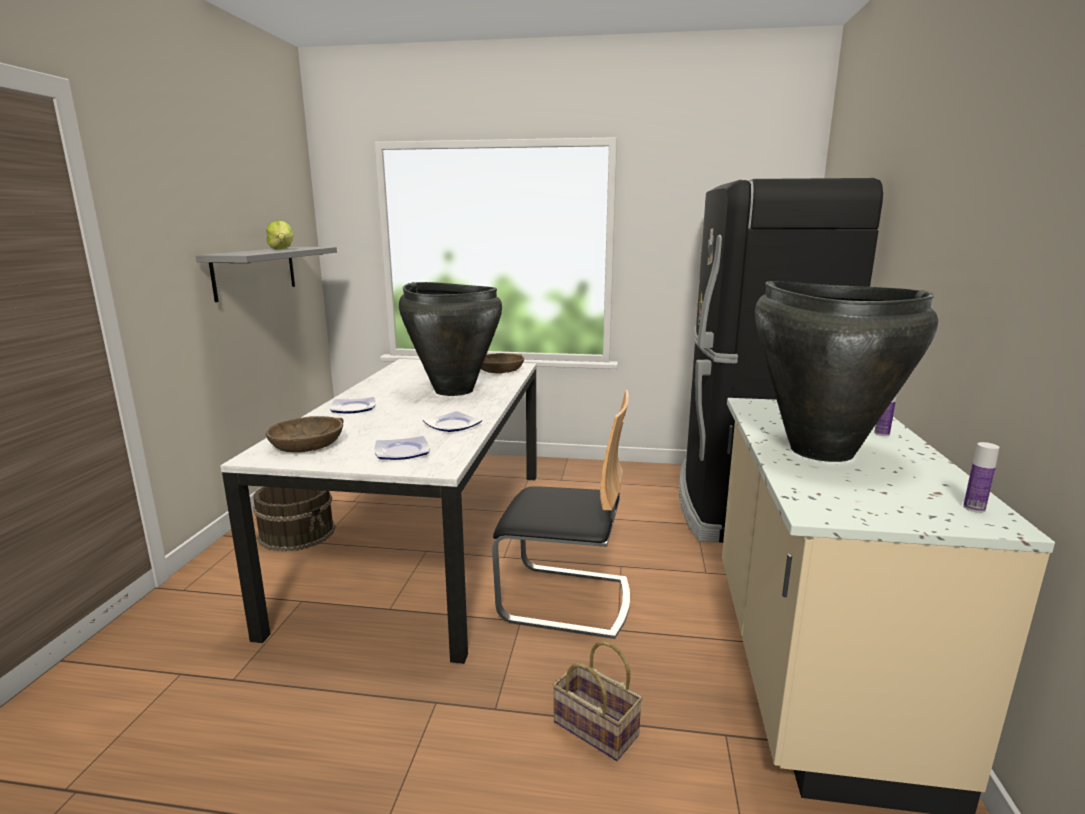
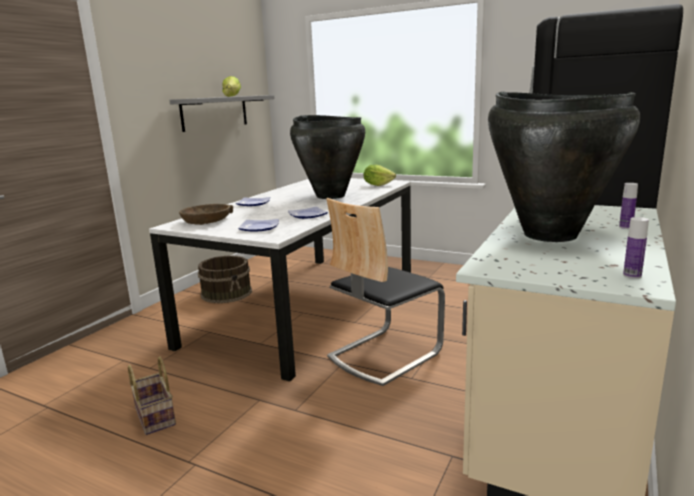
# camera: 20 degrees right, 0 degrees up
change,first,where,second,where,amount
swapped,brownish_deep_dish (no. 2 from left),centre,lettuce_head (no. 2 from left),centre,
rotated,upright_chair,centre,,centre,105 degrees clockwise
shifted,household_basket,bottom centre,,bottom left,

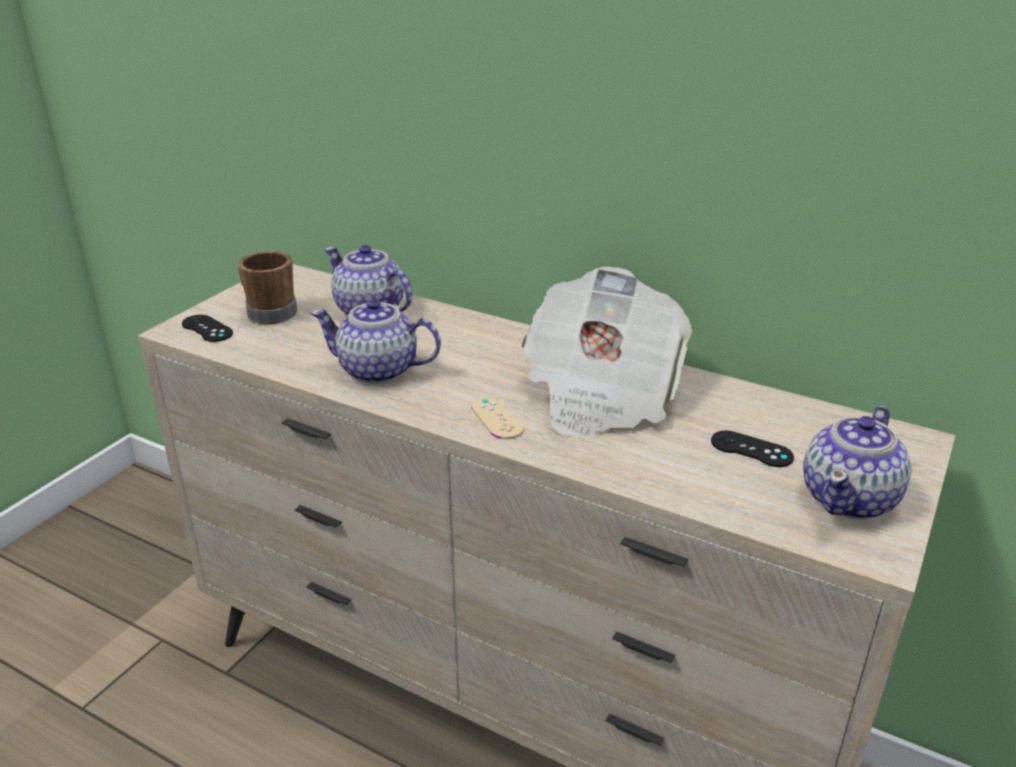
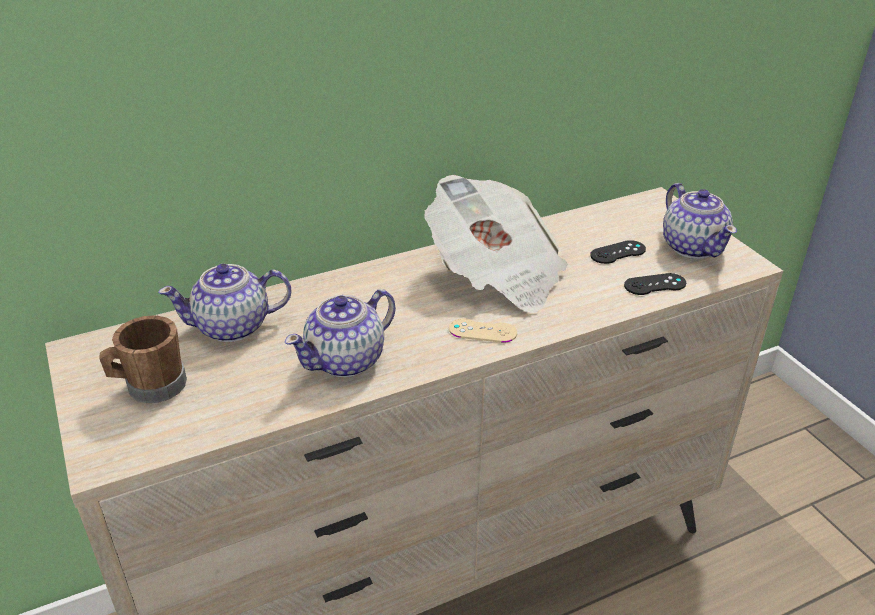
# camera: 55 degrees left, 5 degrees up
change,first,where,second,where,amount
shifted,blackish_gamepad (no. 1 from left in the first image),middle left,blackish_gamepad (no. 2 from left),middle right,

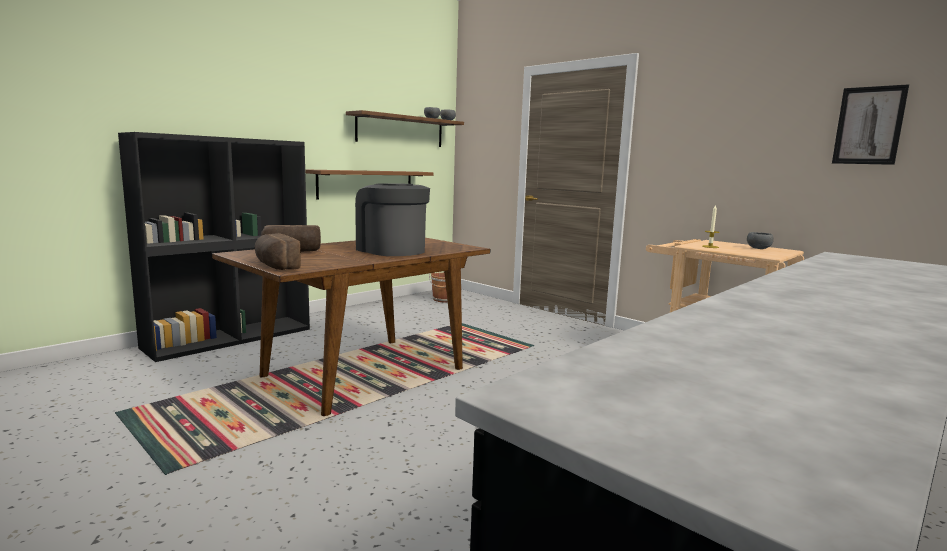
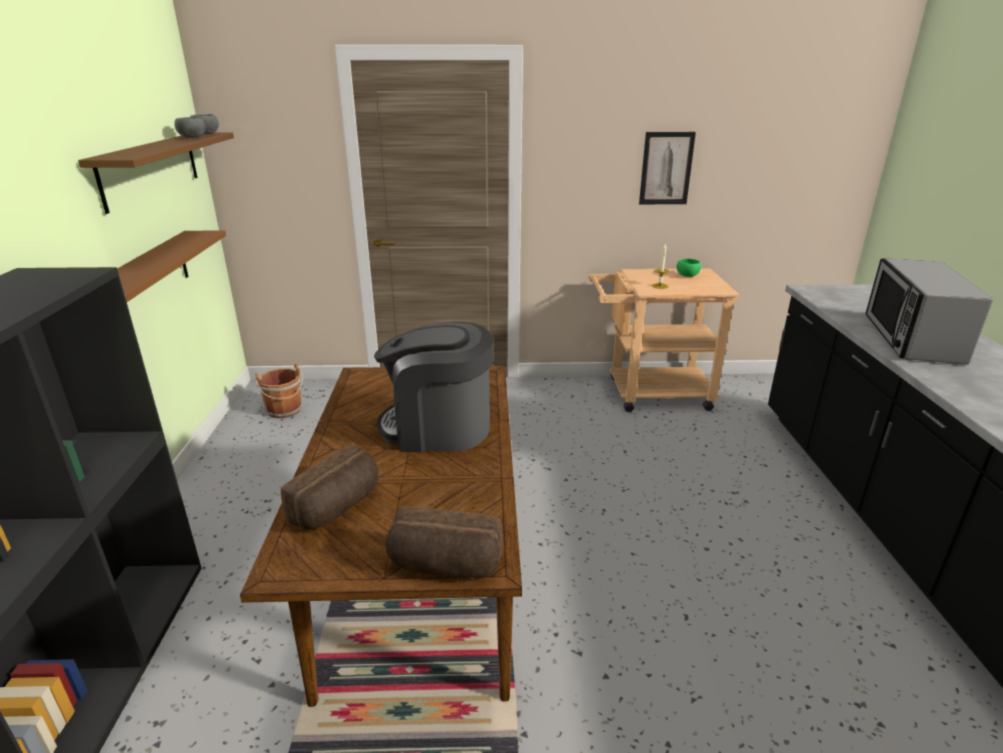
# camera: 45 degrees left, 15 degrees up
change,first,where,second,where,amount
repainted,greyish_deep_dish (no. 3 from left),middle right,green_deep_dish,middle right,
shifted,picture,top right,,top centre,
new,,,kitchen_microwave,middle right,

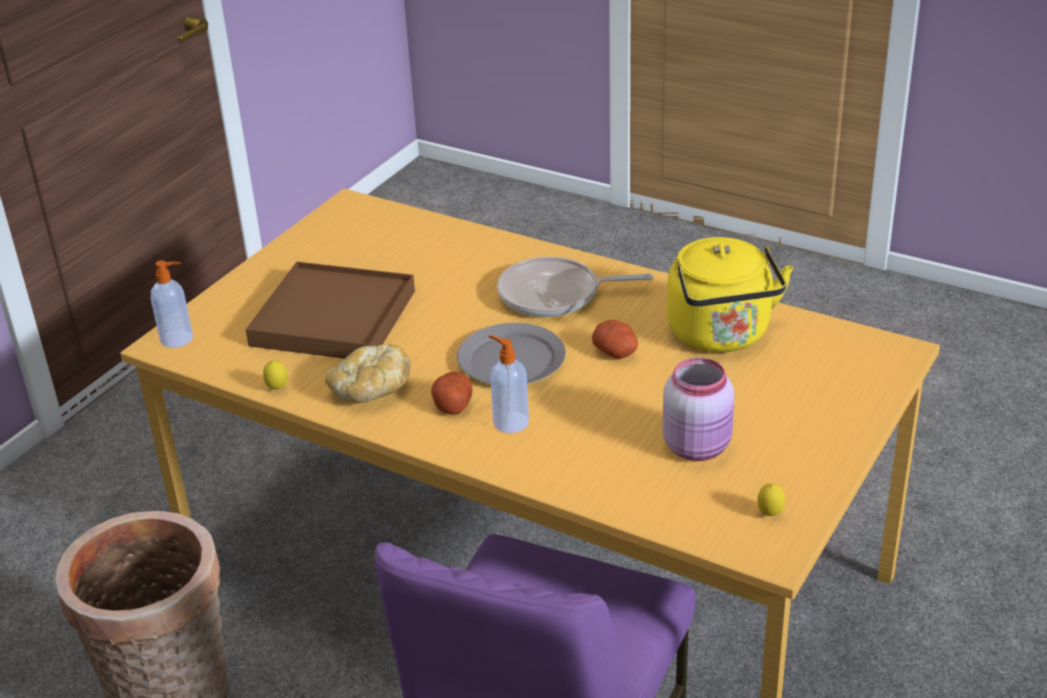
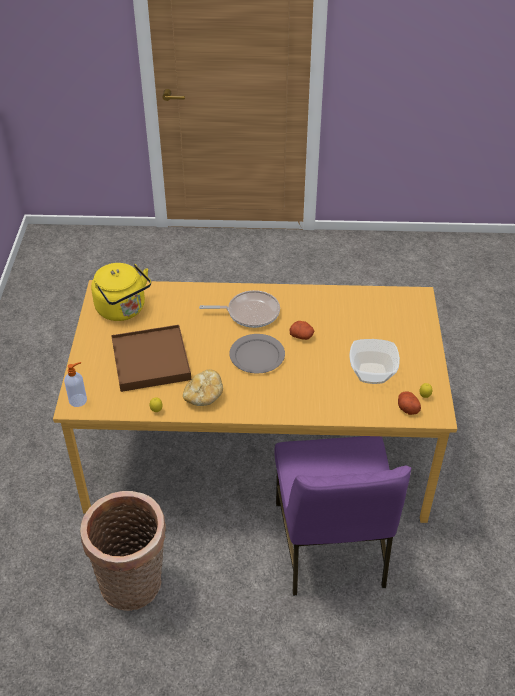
# camera: 30 degrees left, 10 degrees up
change,first,where,second,where,amount
shifted,potato (no. 1 from left in the first image),centre,potato (no. 2 from left),middle right,
gone,soap_dispenser (no. 2 from left),centre,,,
rotated,pan,centre,,centre,150 degrees counterclockwise
swapped,pink-coloured_preserve_jar,middle right,deep_dish,middle right,
shifted,yellow_water_kettle,middle right,,middle left,

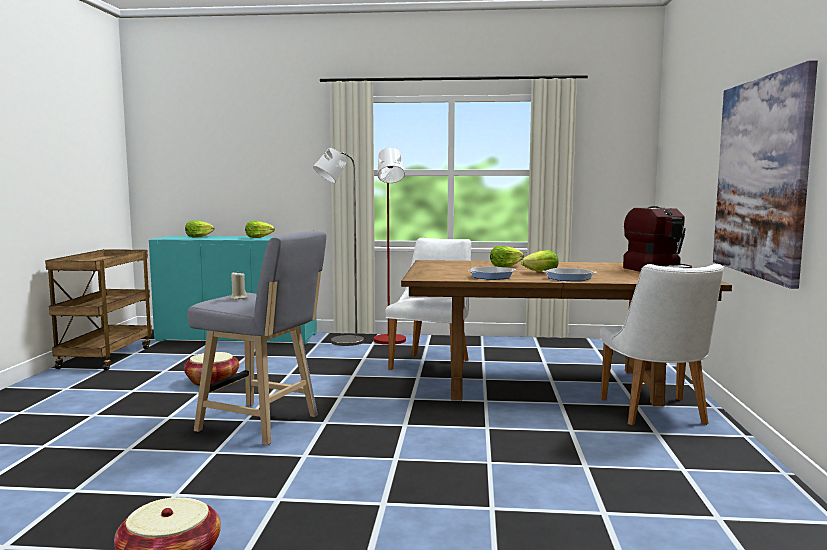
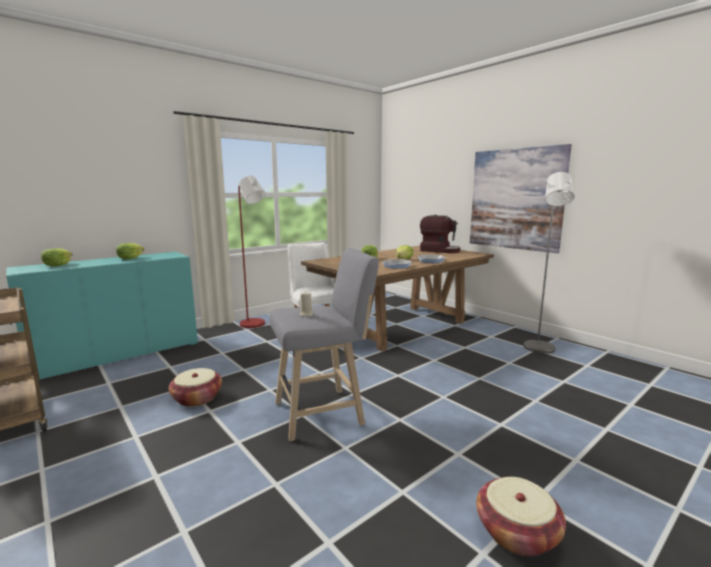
# camera: 45 degrees left, 5 degrees up
change,first,where,second,where,amount
shifted,greyish_floor_lamp,centre,,middle right,
gone,whitish_upright_chair (no. 2 from left),middle right,,,

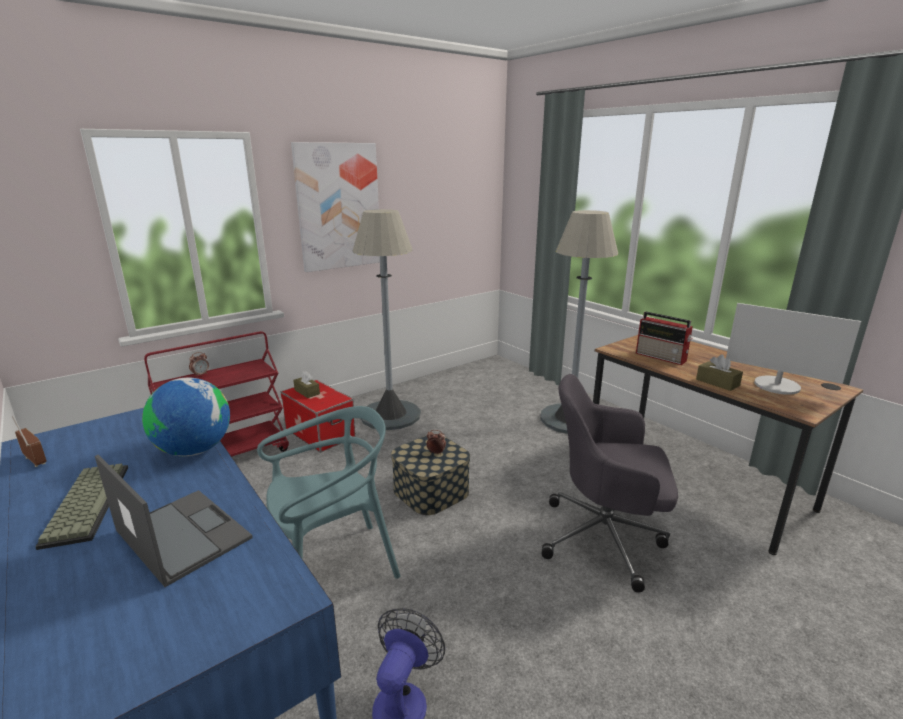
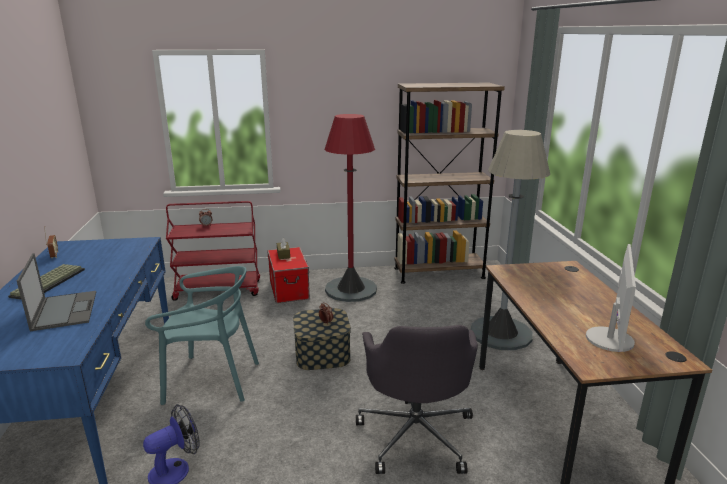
# camera: 30 degrees right, 0 degrees up
change,first,where,second,where,amount
gone,world_globe,middle left,,,
gone,picture,top centre,,,
repainted,greyish_floor_lamp (no. 1 from left),centre,red-coloured_floor_lamp,centre,
rotated,greyish_desk_chair,bottom right,,bottom centre,135 degrees counterclockwise
gone,radio_set (no. 2 from left),middle right,,,
gone,brownish_tissue_holder (no. 2 from left),middle right,,,
rotated,computer_screen,middle right,,middle right,135 degrees counterclockwise
new,,,brownish_bookcase,centre,

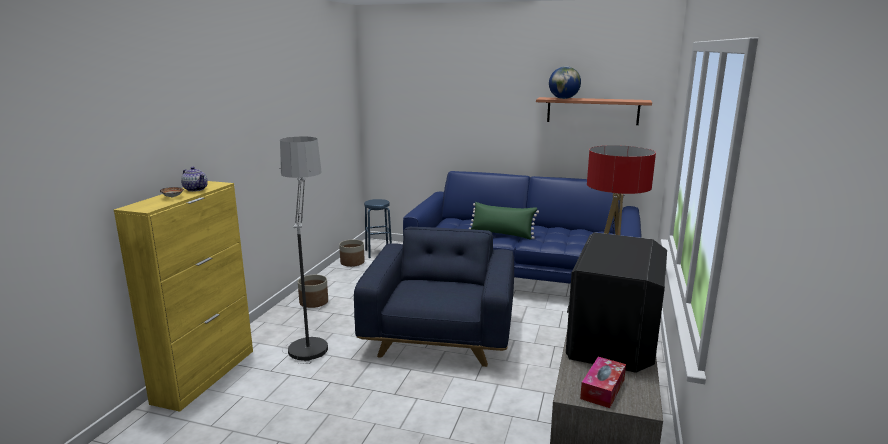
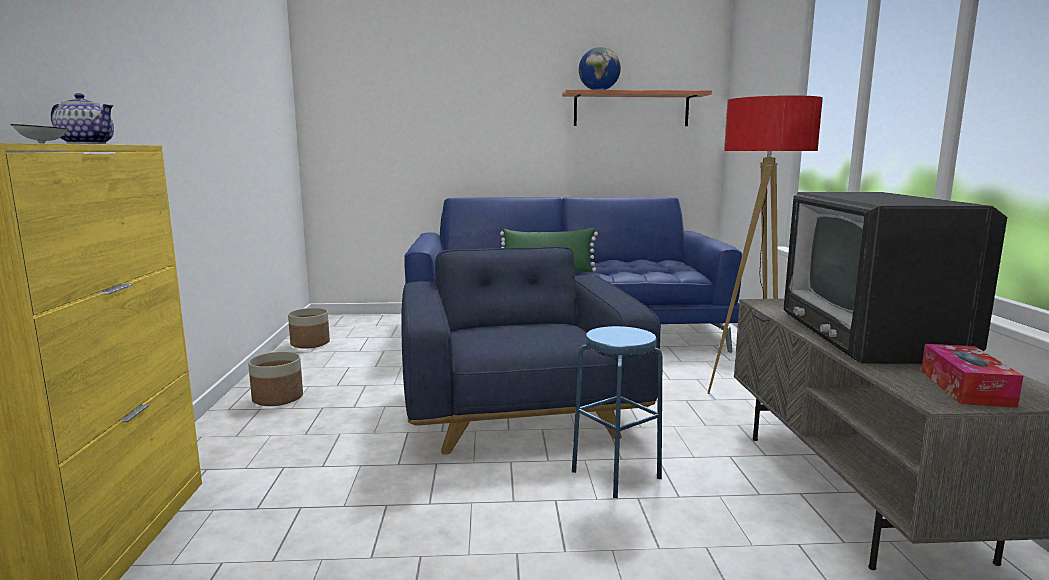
# camera: 20 degrees left, 5 degrees down
change,first,where,second,where,amount
gone,floor_lamp (no. 1 from left),centre,,,
shifted,bluish_sitting_stool,centre,,bottom centre,

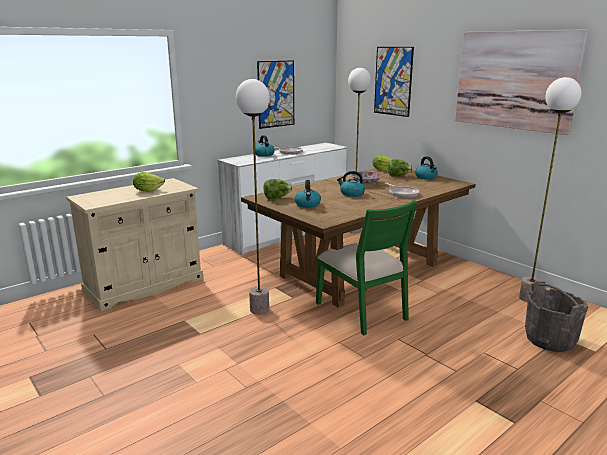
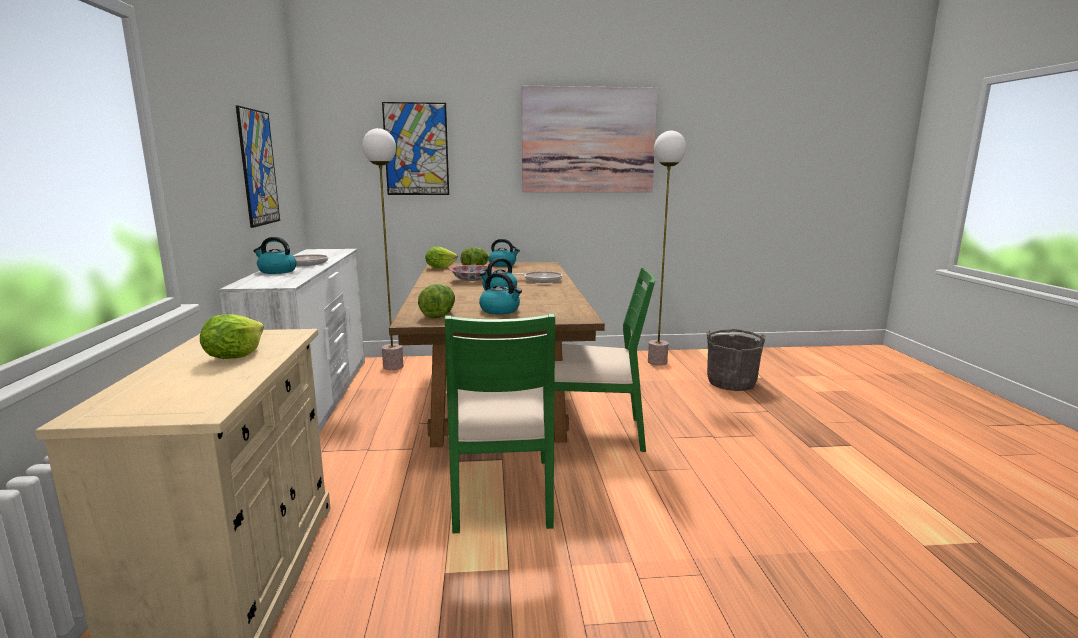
# camera: 55 degrees left, 5 degrees down
change,first,where,second,where,amount
swapped,floor_lamp (no. 1 from left),centre,green_upright_chair (no. 1 from left),centre,

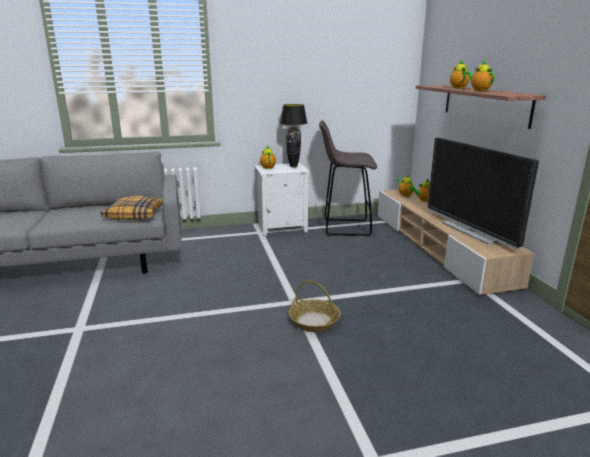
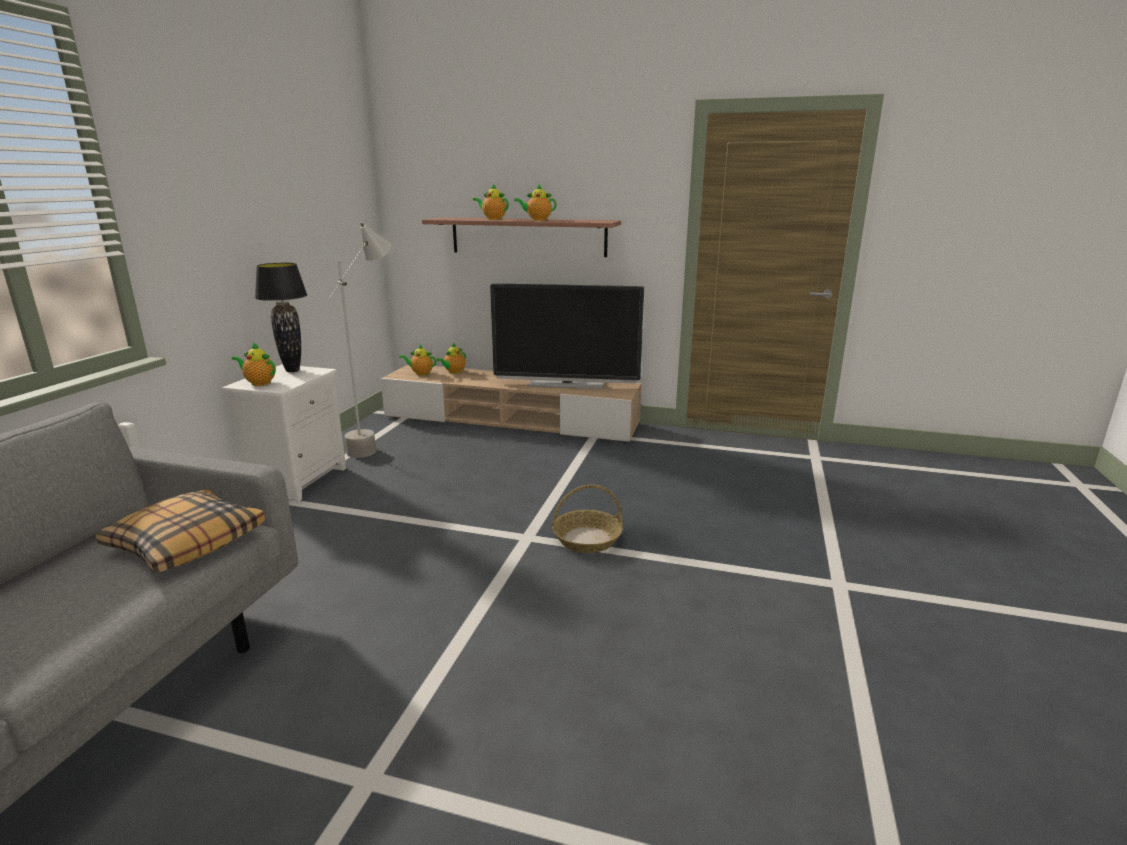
# camera: 60 degrees left, 0 degrees up
change,first,where,second,where,amount
swapped,greyish_sitting_stool,centre,greyish_floor_lamp,middle left,

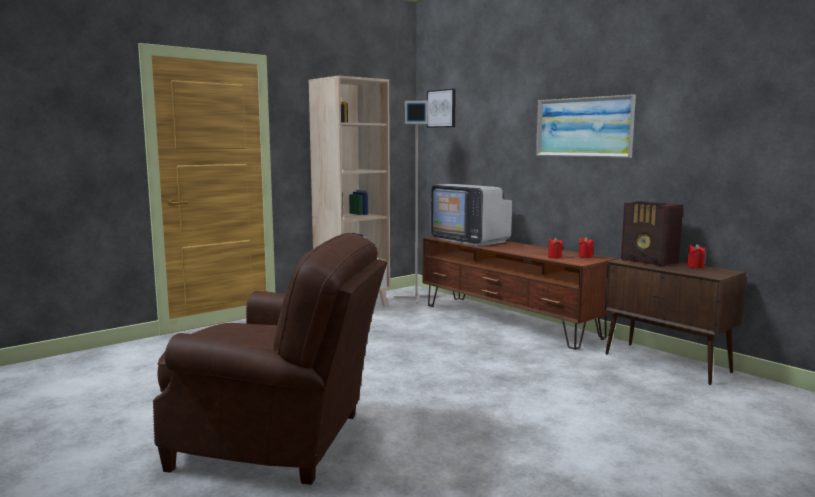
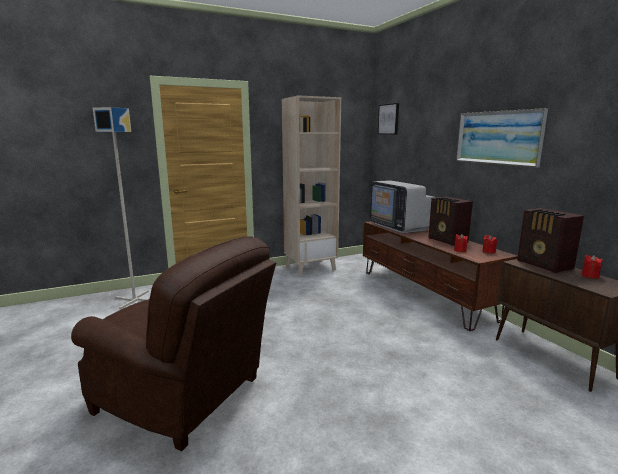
# camera: 15 degrees right, 5 degrees up
change,first,where,second,where,amount
shifted,greyish_floor_lamp,centre,,middle left,
new,,,radio_set (no. 1 from left),middle right,

